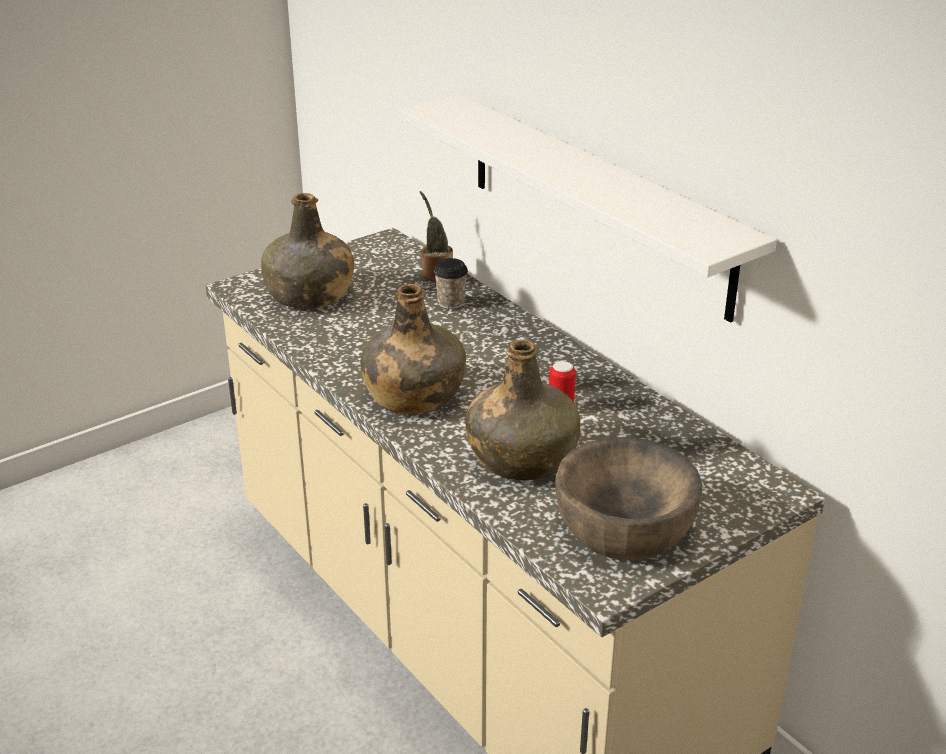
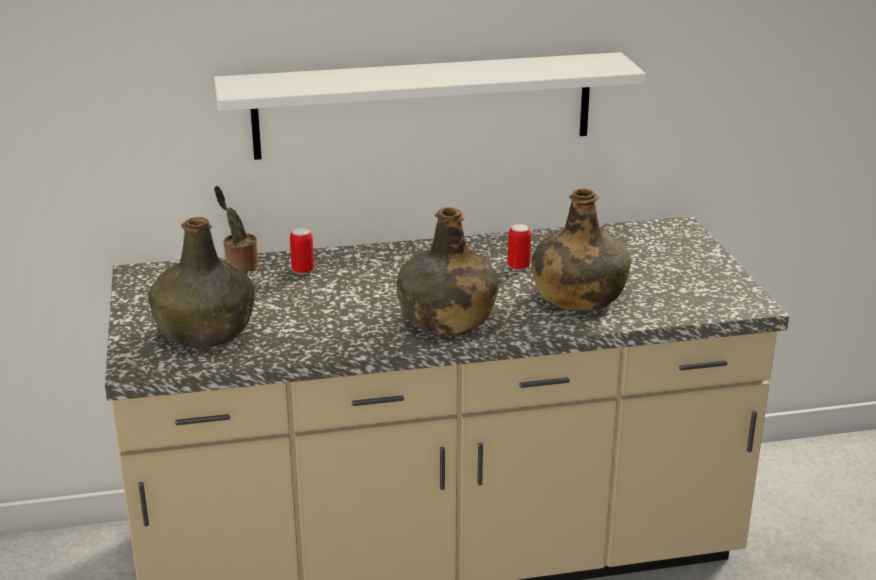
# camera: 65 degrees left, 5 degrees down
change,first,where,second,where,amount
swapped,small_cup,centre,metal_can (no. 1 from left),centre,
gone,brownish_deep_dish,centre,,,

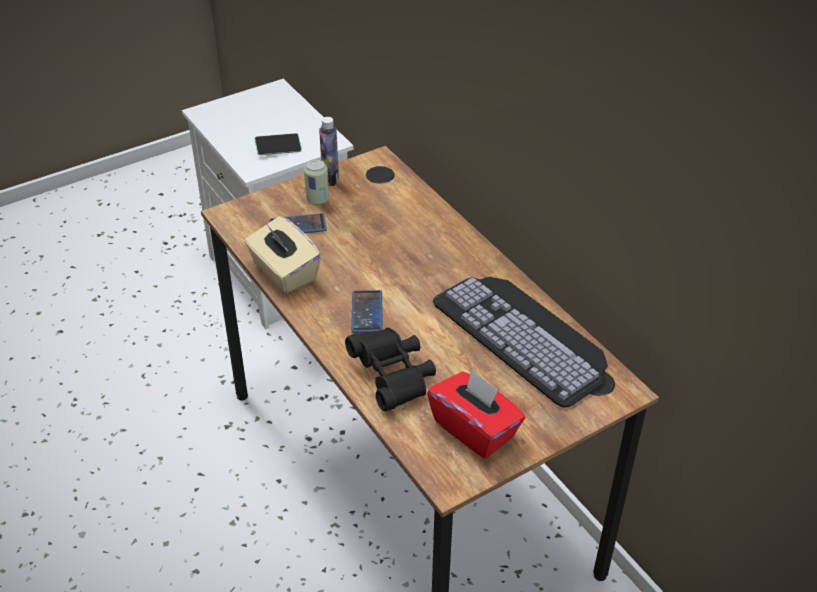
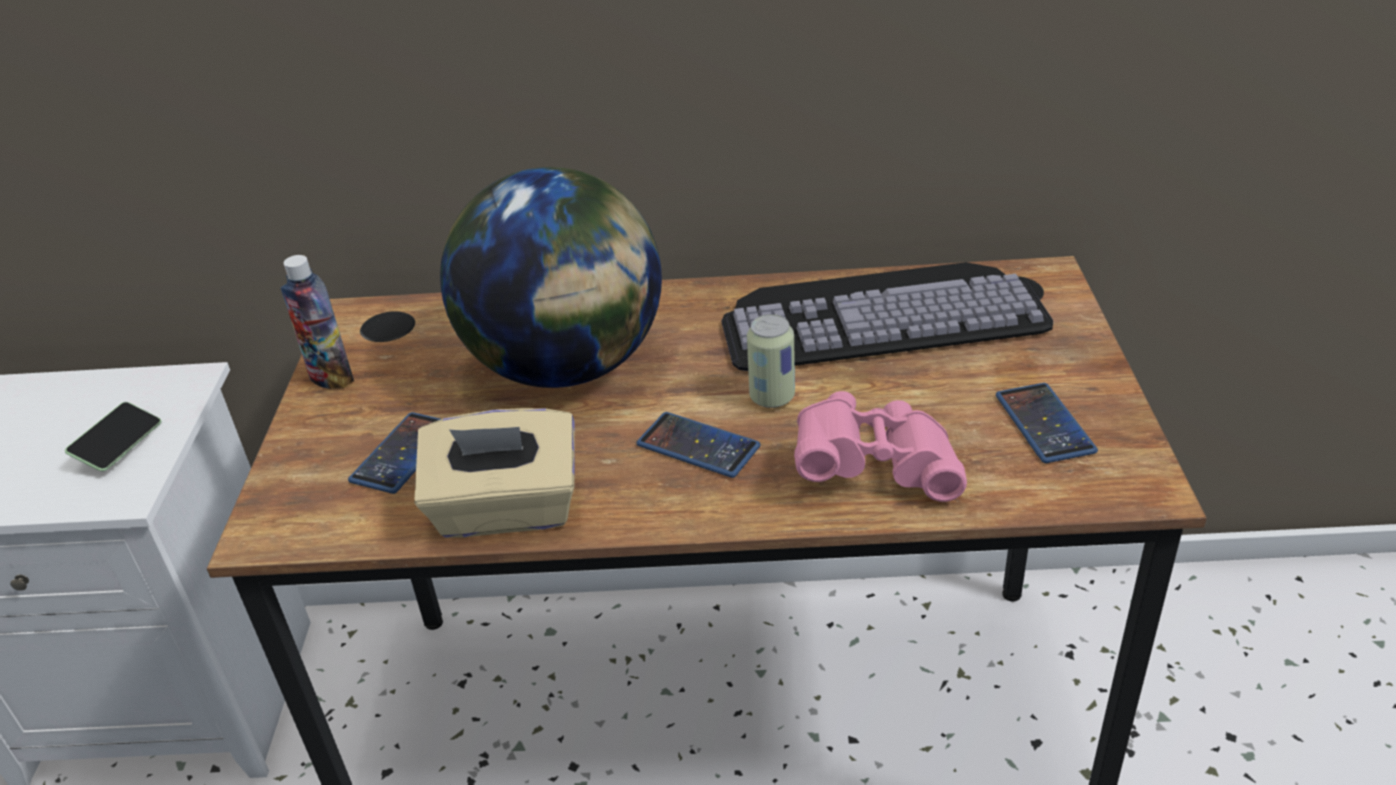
# camera: 55 degrees left, 5 degrees down
change,first,where,second,where,amount
shifted,metal_can,top centre,,centre,
repainted,blackish_pair_of_binoculars,centre,pink-coloured_pair_of_binoculars,centre,
swapped,red-coloured_tissue_holder,bottom centre,phone (no. 4 from left),middle right,
new,,,world_globe,centre,

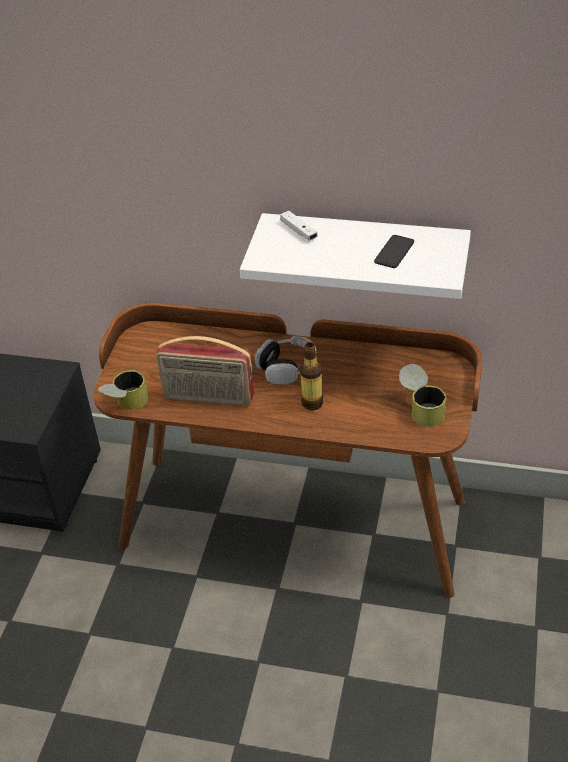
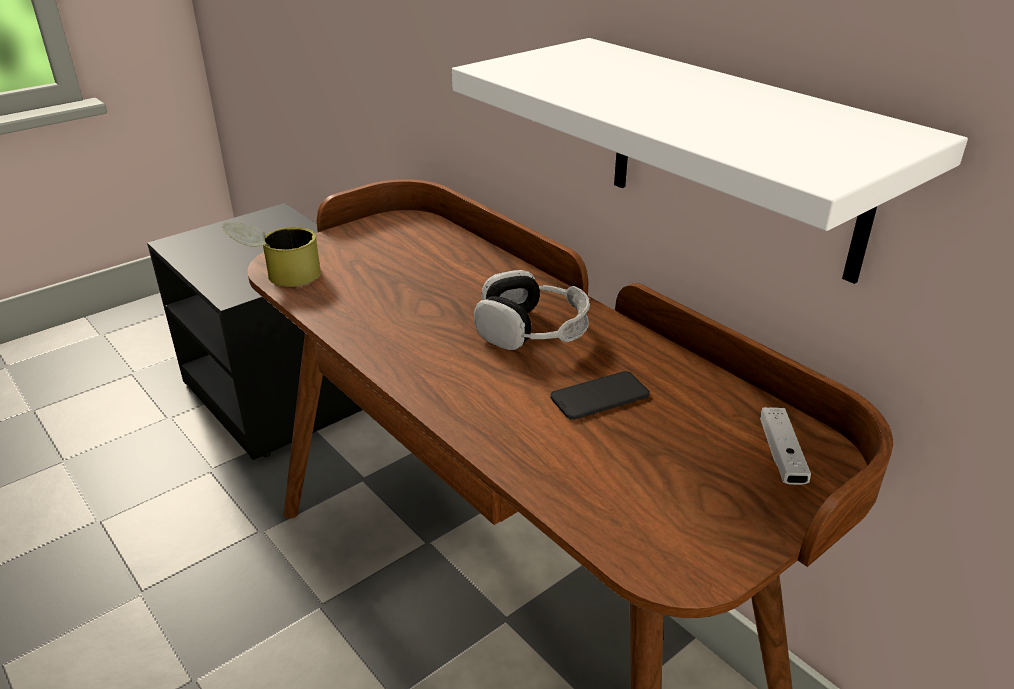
# camera: 35 degrees right, 10 degrees down
change,first,where,second,where,amount
gone,radio_set,centre,,,
shifted,whitish_gamepad,top centre,,middle right,
gone,beverage_bottle,centre,,,
shifted,phone,top right,,centre,
gone,metal_can (no. 2 from left),middle right,,,

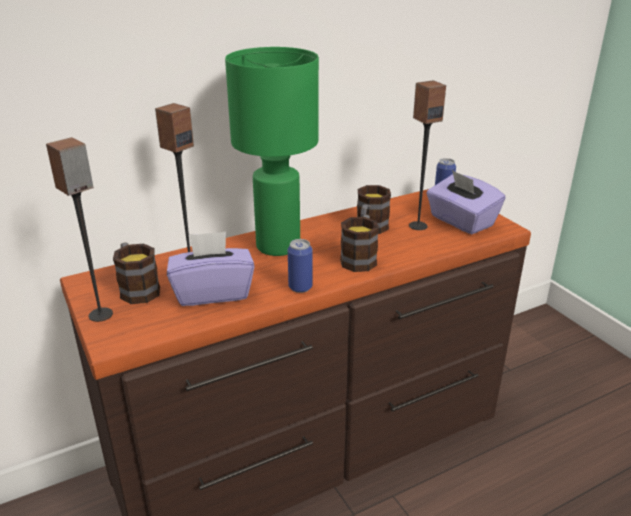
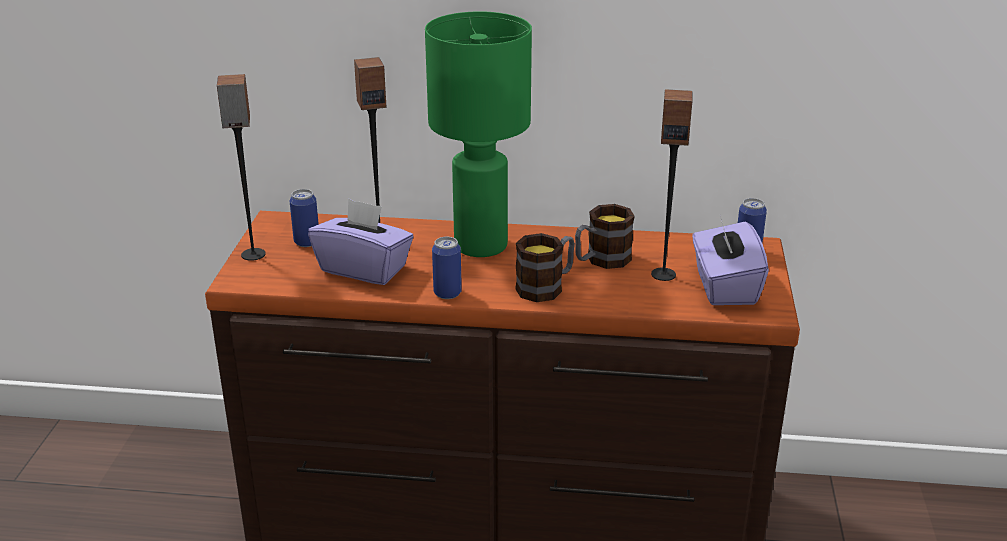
# camera: 35 degrees right, 0 degrees up
change,first,where,second,where,amount
swapped,tea_mug (no. 1 from left),middle left,metal_can (no. 1 from left),middle left,

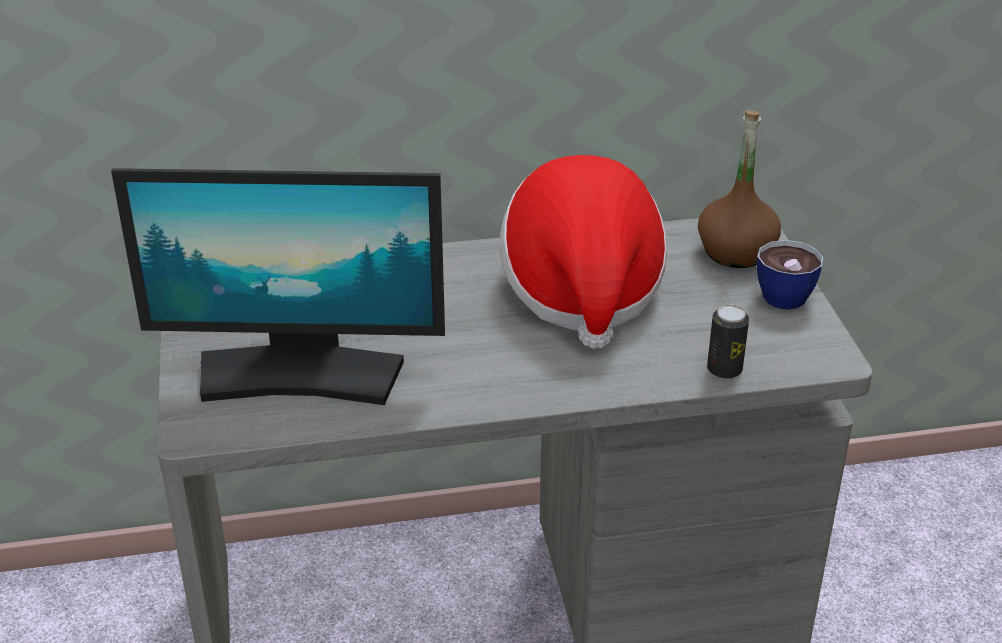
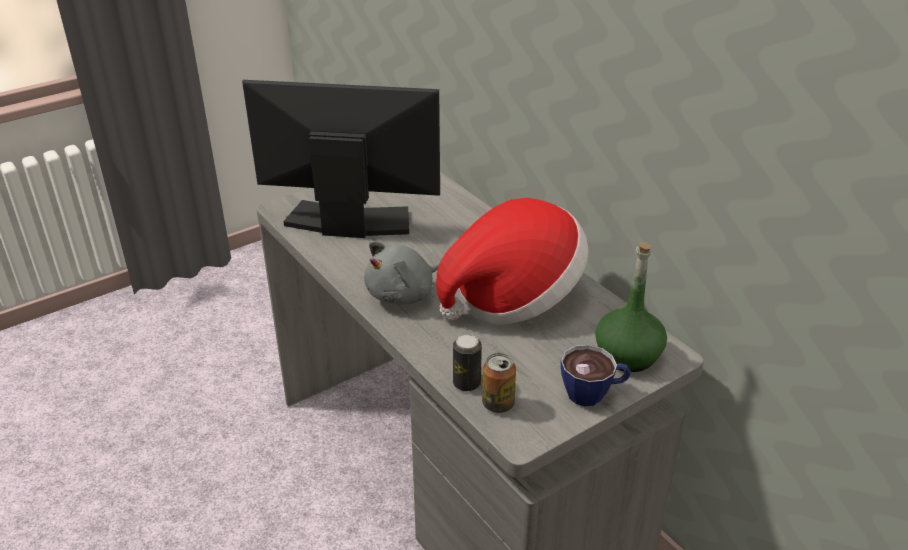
# camera: 65 degrees right, 0 degrees up
change,first,where,second,where,amount
rotated,computer_screen,middle left,,top centre,120 degrees clockwise
repainted,brownish_beverage_bottle,top right,green_beverage_bottle,middle right,
new,,,greyish_plush_toy,centre,
new,,,metal_can (no. 2 from left),bottom centre,

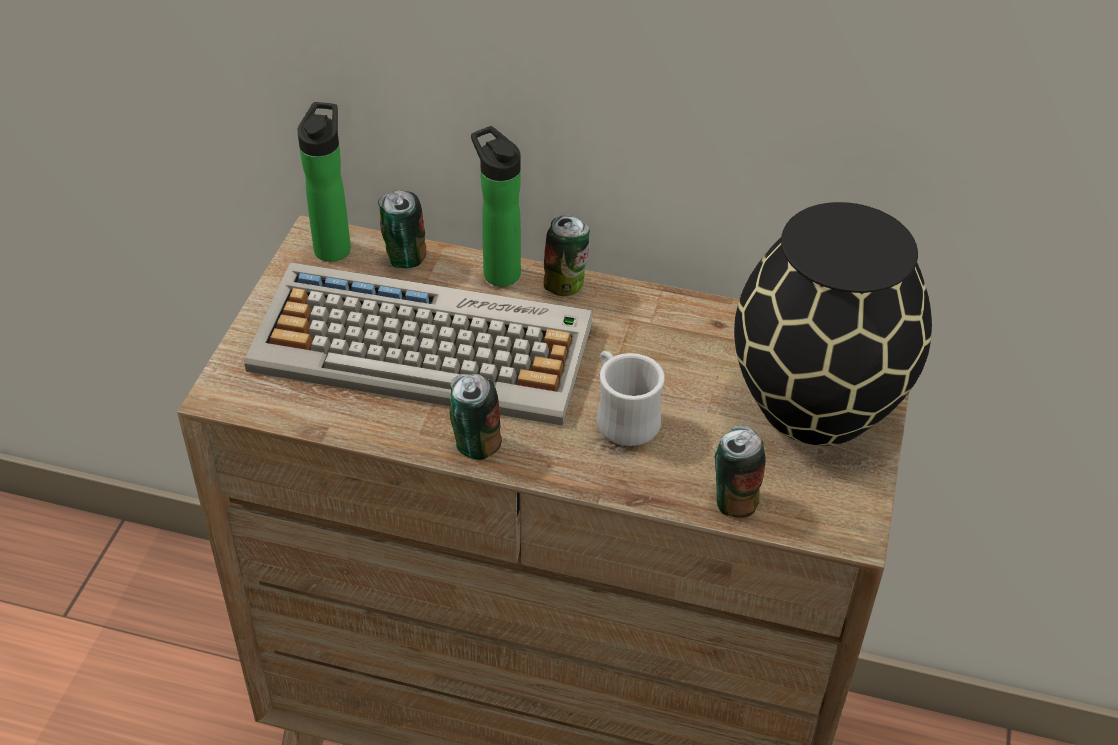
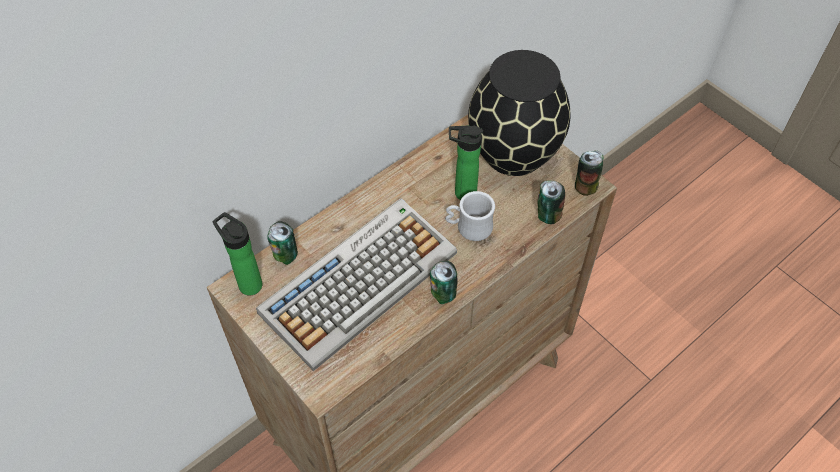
# camera: 55 degrees left, 10 degrees up
change,first,where,second,where,amount
shifted,beverage_bottle (no. 2 from left),top centre,,centre,
shifted,metal_can (no. 3 from left in the first image),centre,metal_can (no. 4 from left),middle right,

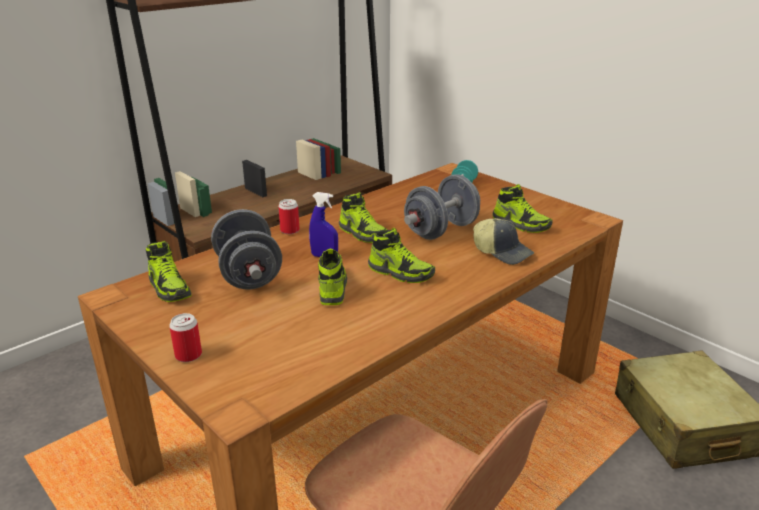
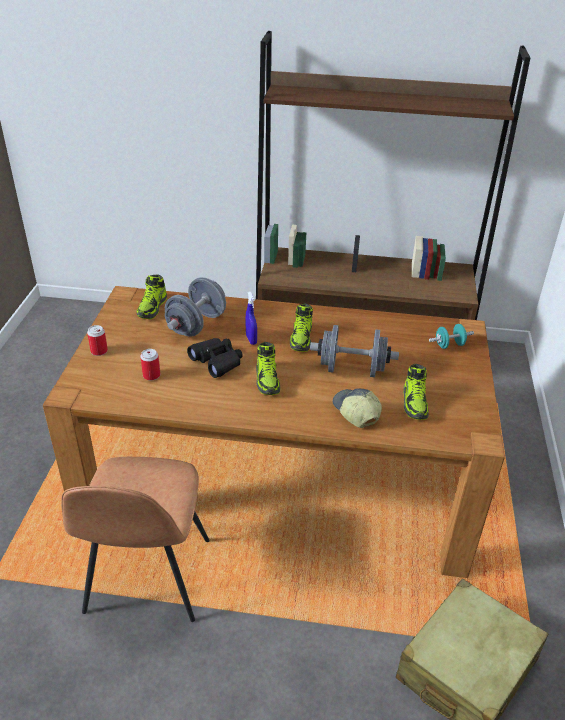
# camera: 50 degrees right, 10 degrees up
change,first,where,second,where,amount
shifted,metal_can (no. 2 from left),centre,,middle left,
swapped,low_shoe (no. 2 from left),centre,blackish_pair_of_binoculars,centre,
rotated,baseball_cap,centre,,centre,150 degrees clockwise

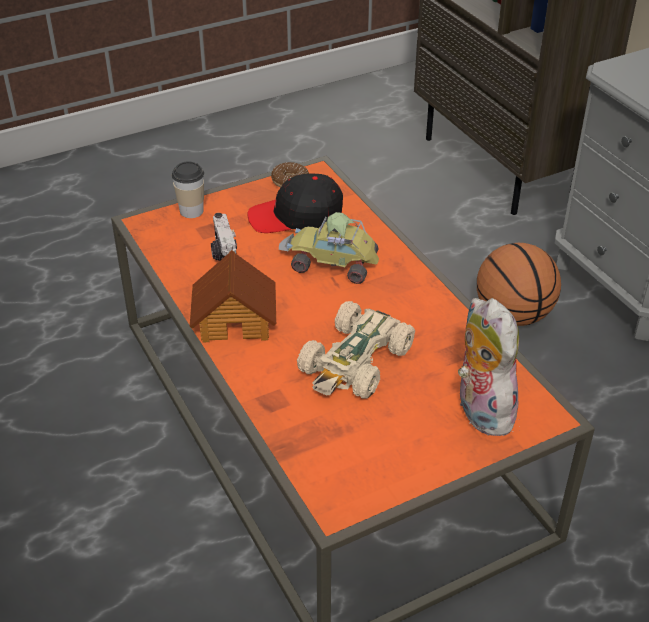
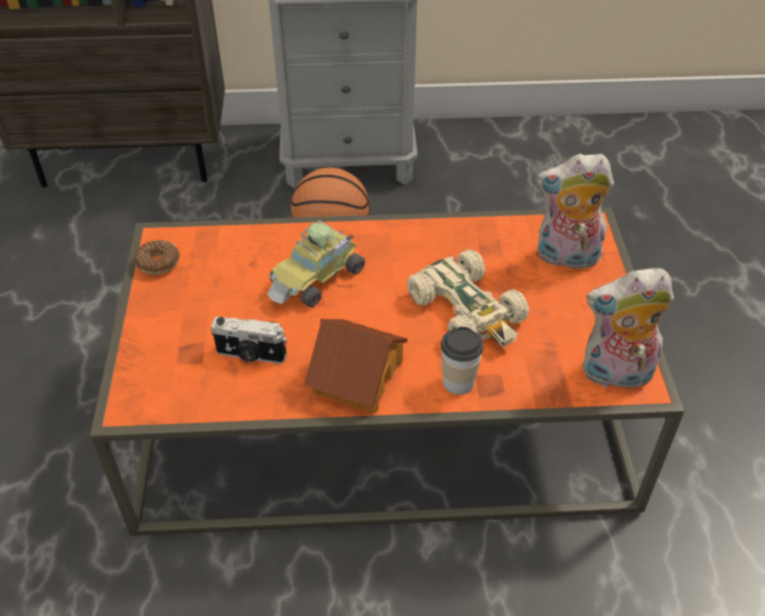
# camera: 65 degrees left, 5 degrees up
change,first,where,second,where,amount
shifted,small_cup,top left,,centre,
gone,blackish_baseball_cap,top centre,,,
new,,,plush_toy (no. 2 from left),middle right,

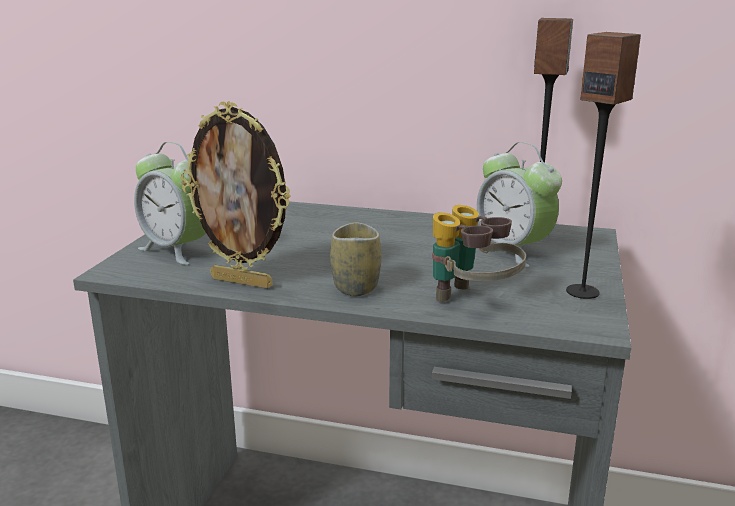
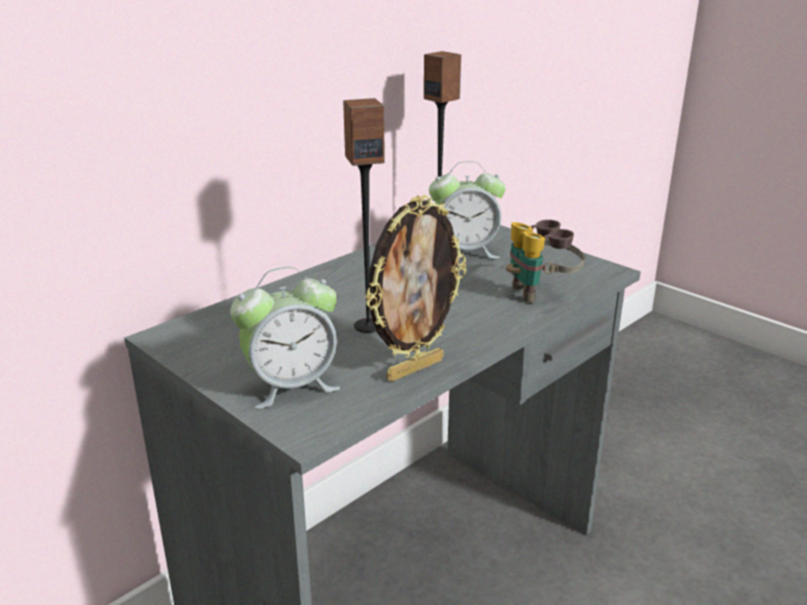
# camera: 60 degrees left, 5 degrees up
change,first,where,second,where,amount
gone,small_cup,centre,,,
shifted,loudspeaker (no. 2 from left in the first image),top right,loudspeaker (no. 1 from left),centre,

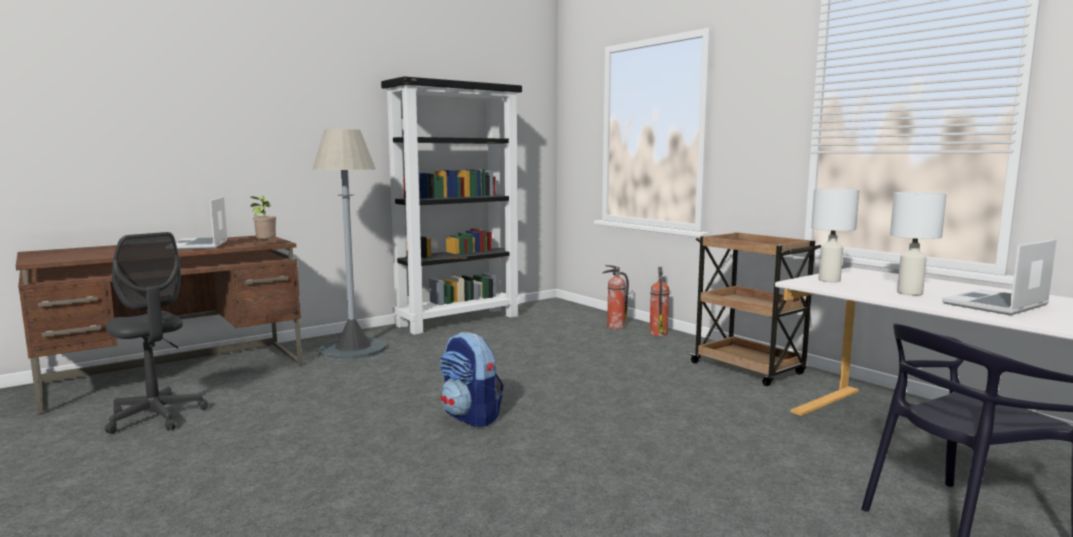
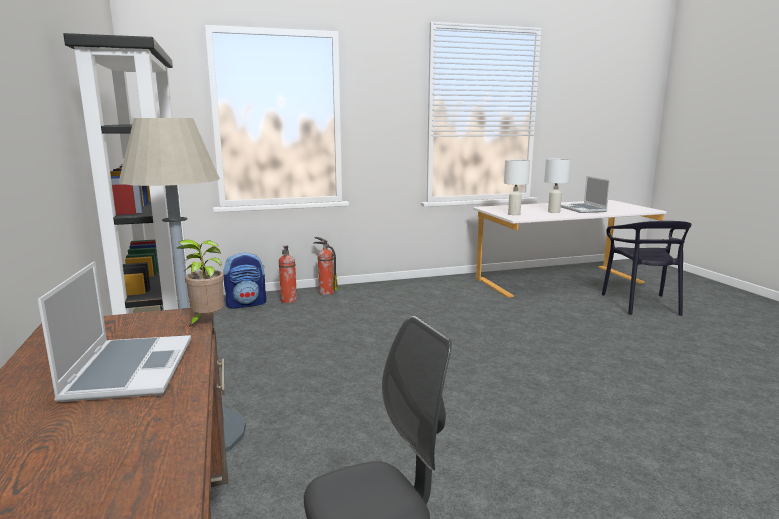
# camera: 70 degrees left, 5 degrees up
change,first,where,second,where,amount
rotated,laptop (no. 1 from left),middle left,,middle left,105 degrees counterclockwise
shifted,backpack,bottom centre,,middle left,
gone,brownish_trolley,middle right,,,

